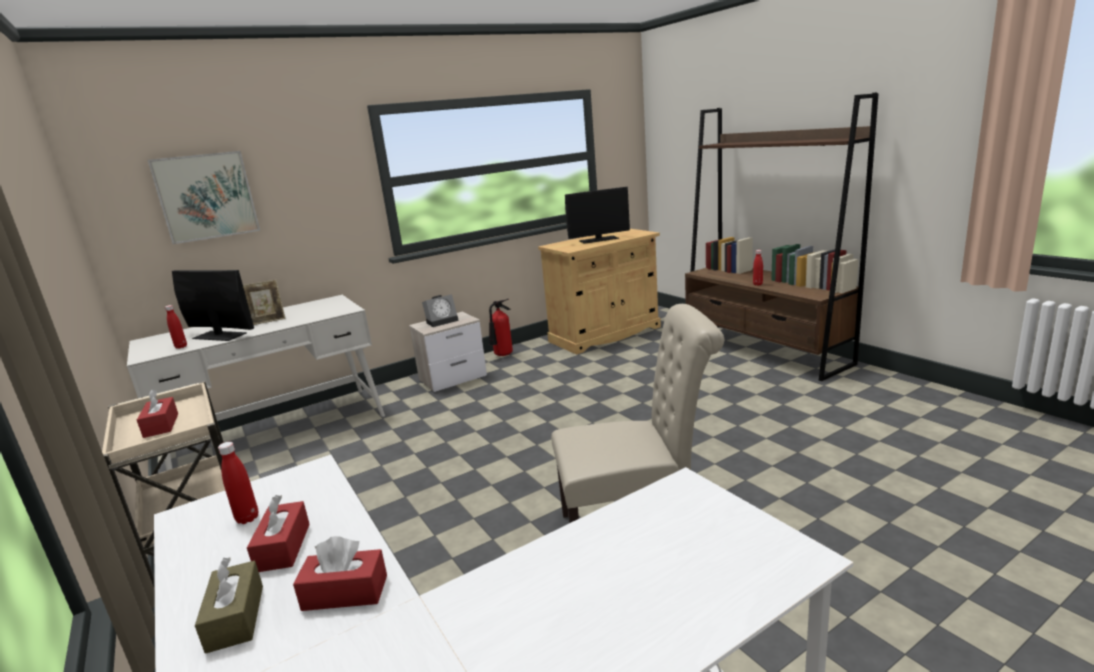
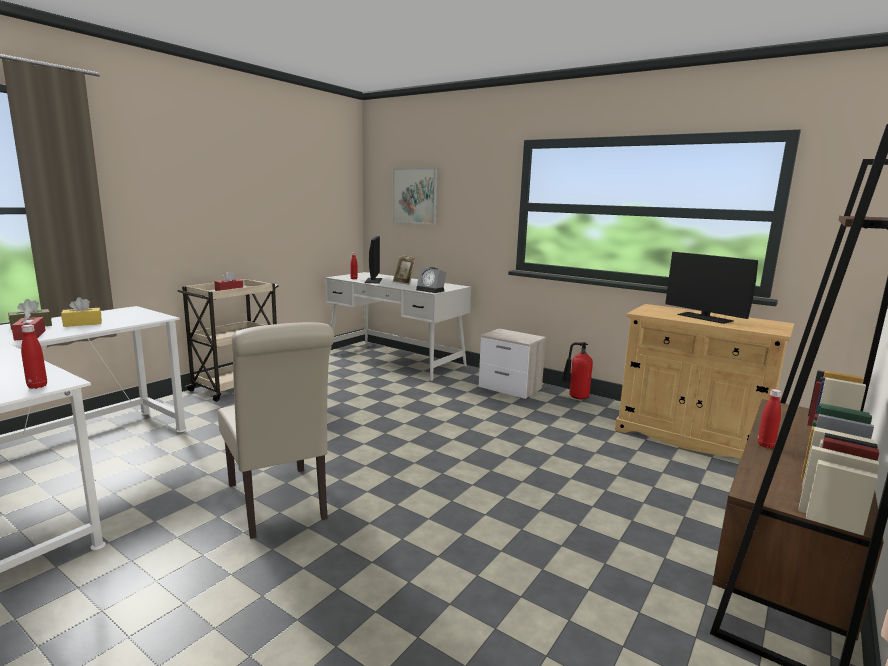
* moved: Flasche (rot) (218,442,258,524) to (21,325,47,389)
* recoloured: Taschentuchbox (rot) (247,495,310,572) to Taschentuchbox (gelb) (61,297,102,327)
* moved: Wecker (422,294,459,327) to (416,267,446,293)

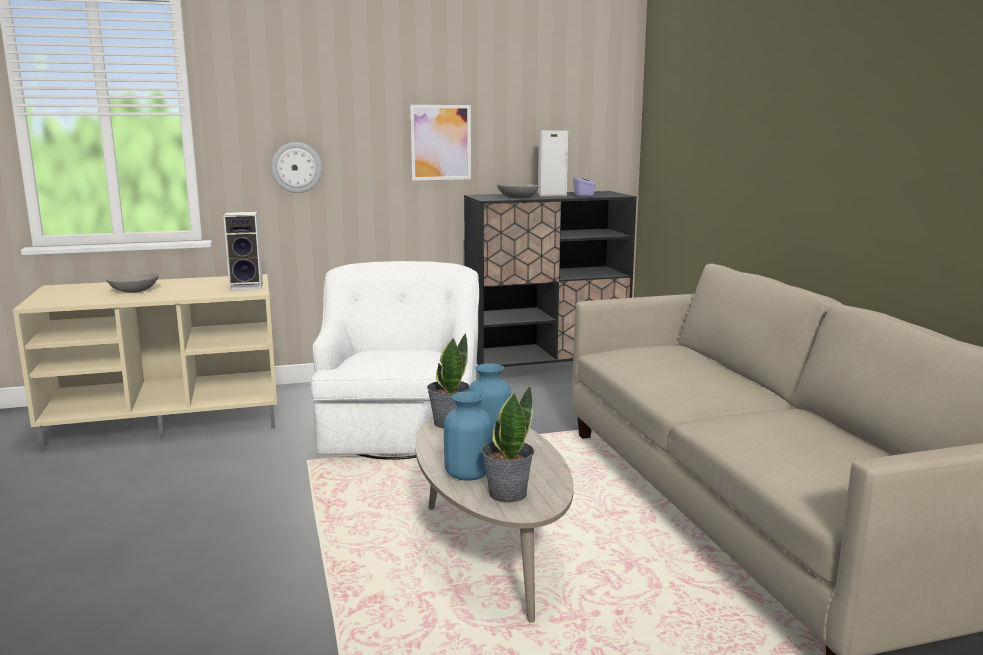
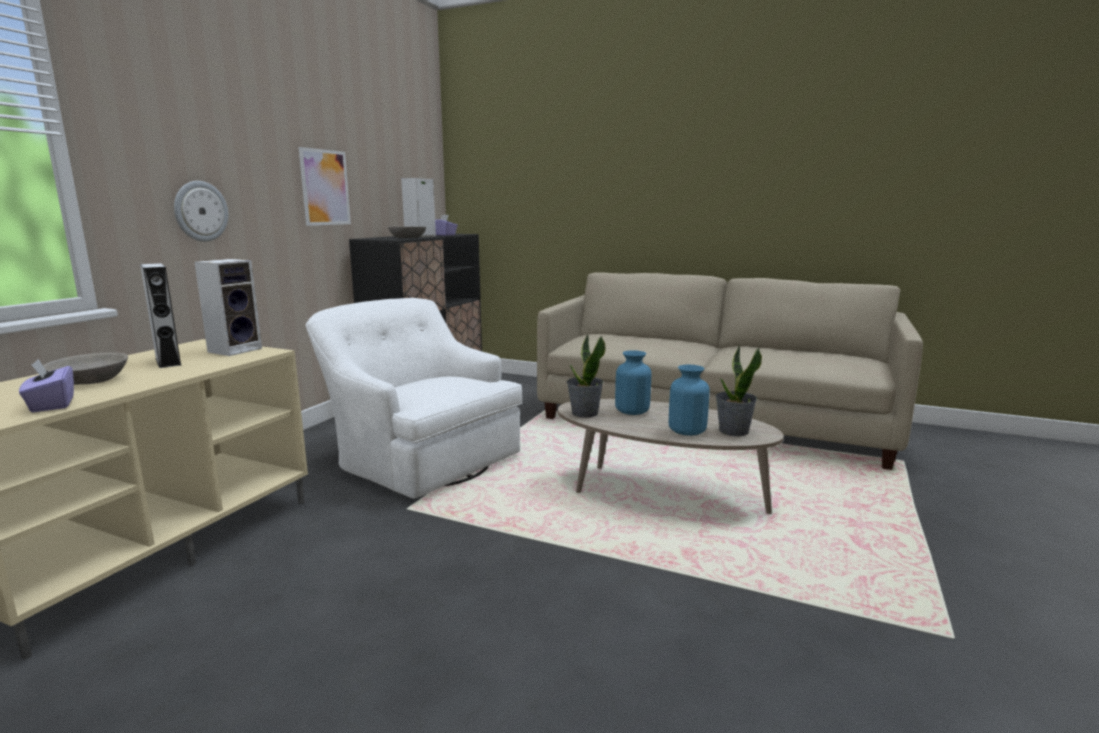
* added: Taschentuchbox (lila) (19,359,74,412)
* added: Lautsprecher (grau) (140,263,181,368)

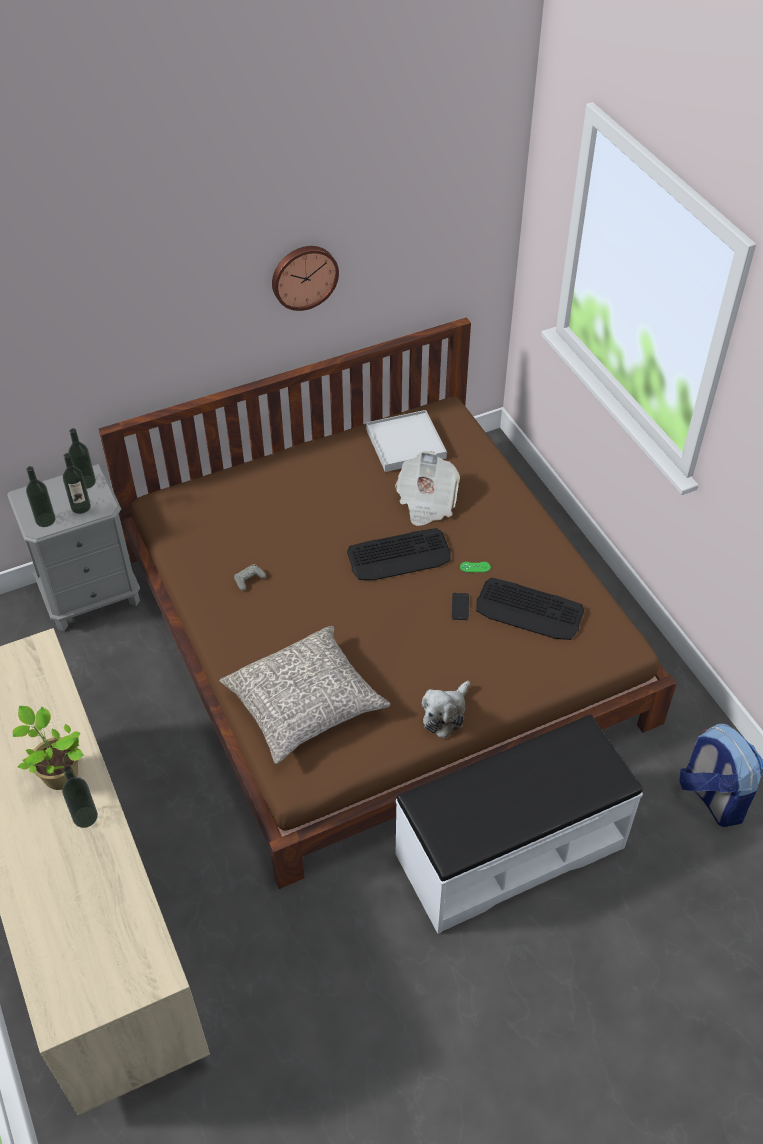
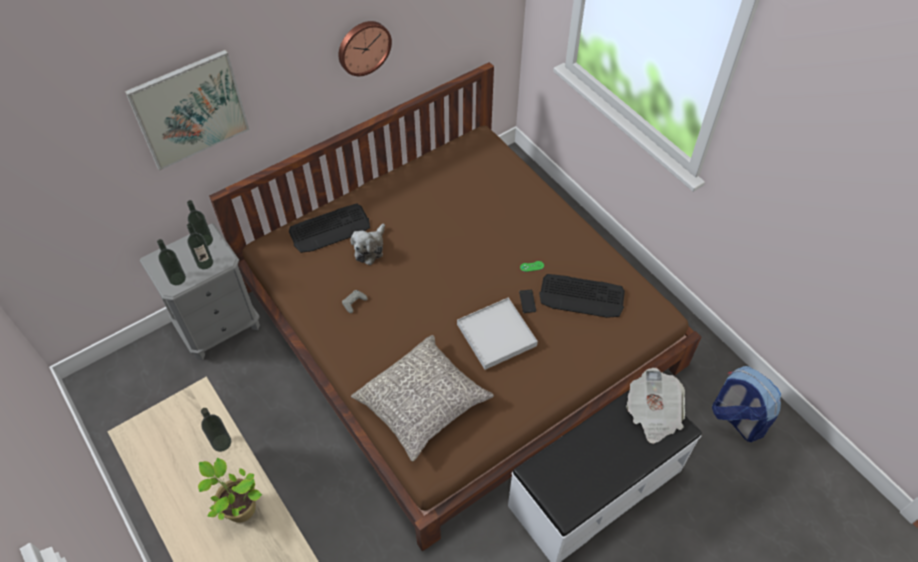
* added: Bild (125,50,249,171)
* moved: Flasche (62,766,98,828) to (201,408,231,452)
* moved: Tastatur (347,528,451,580) to (289,204,370,253)
* moved: Plüschtier (422,681,470,738) to (351,224,385,265)
* moved: Tablett (weiß) (366,410,447,472) to (457,298,538,370)
* moved: Zeitung (395,451,460,526) to (626,368,685,444)

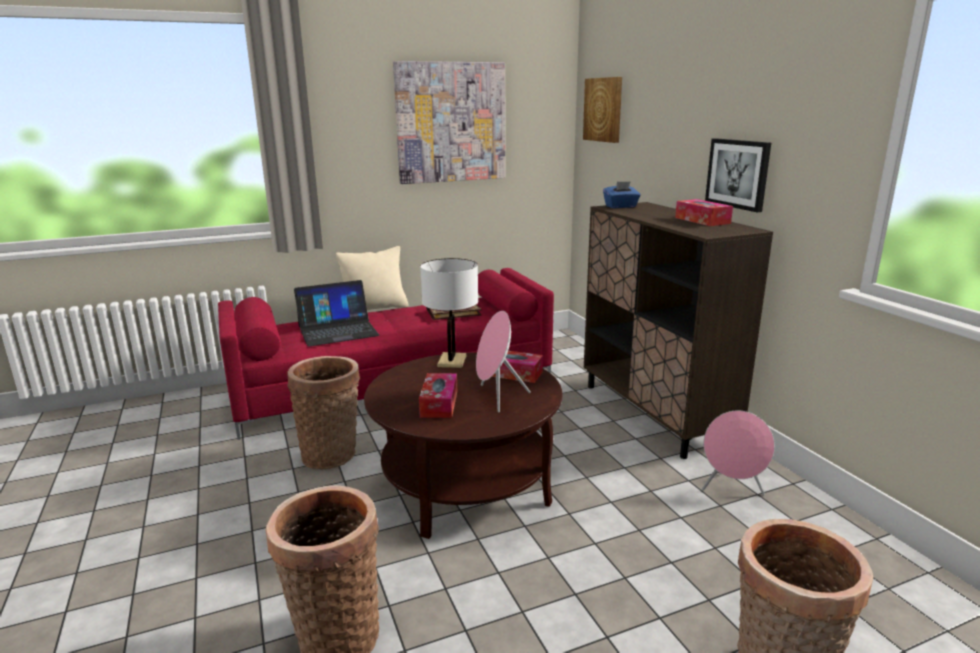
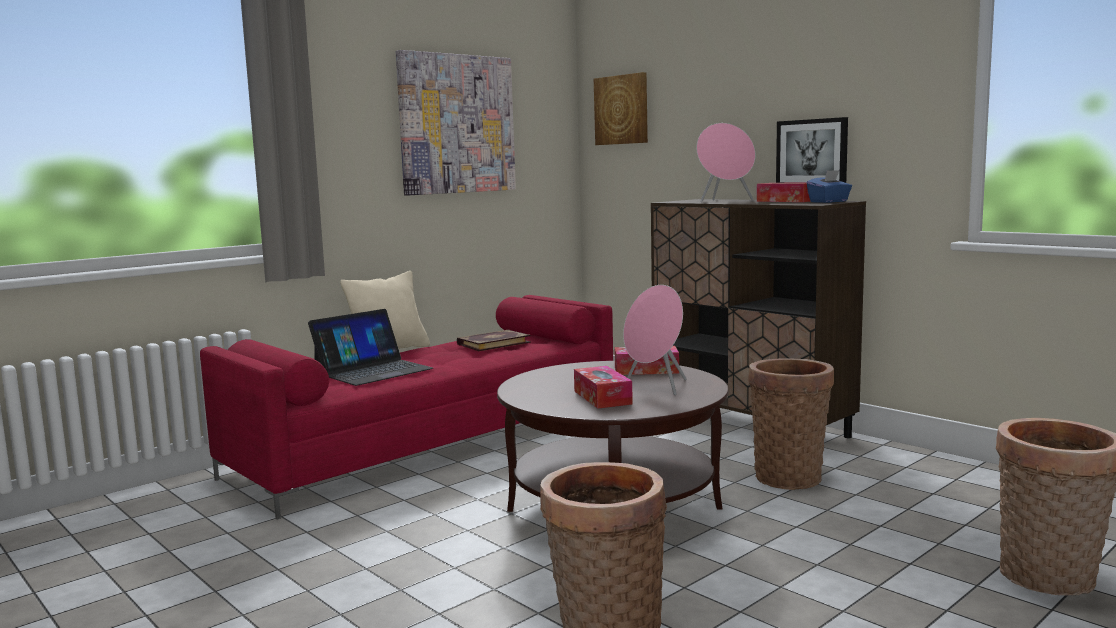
* moved: Lautsprecher (rosa) (701,410,775,496) to (696,123,755,202)
* moved: Korb (287,356,360,469) to (749,358,834,490)
* moved: Taschentuchbox (blau) (603,181,641,208) to (807,170,852,203)
* removed: Tischlampe (weiß) (420,258,478,368)

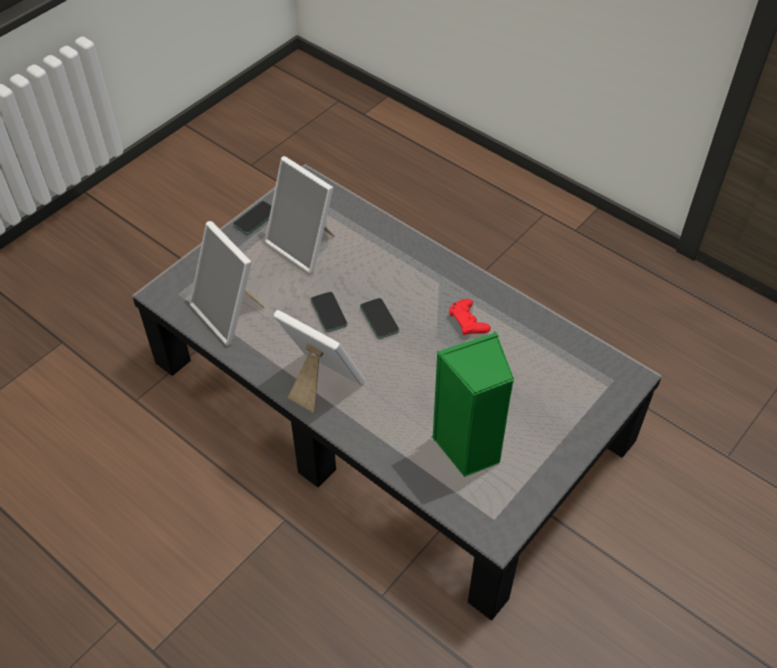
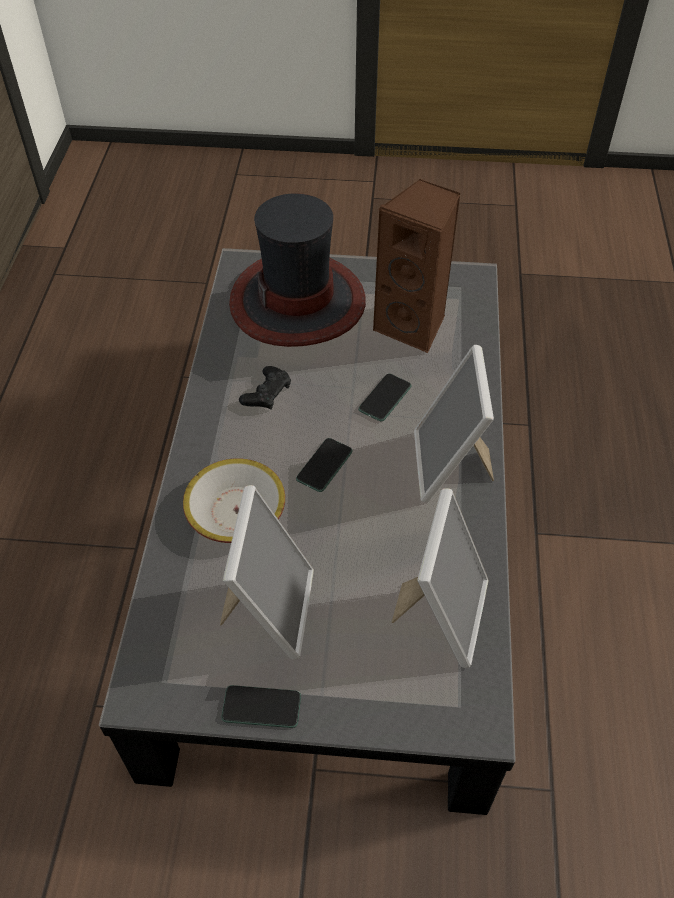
* added: Schüssel (183,458,285,543)
* added: Hut (229,194,366,347)
* recoloured: Gamepad (rot) (449,299,491,335) to Gamepad (schwarz) (239,366,291,410)
* moved: Handy (310,292,348,332) to (358,374,411,422)
* recoloured: Lautsprecher (grün) (432,331,514,477) to Lautsprecher (braun) (373,179,461,353)

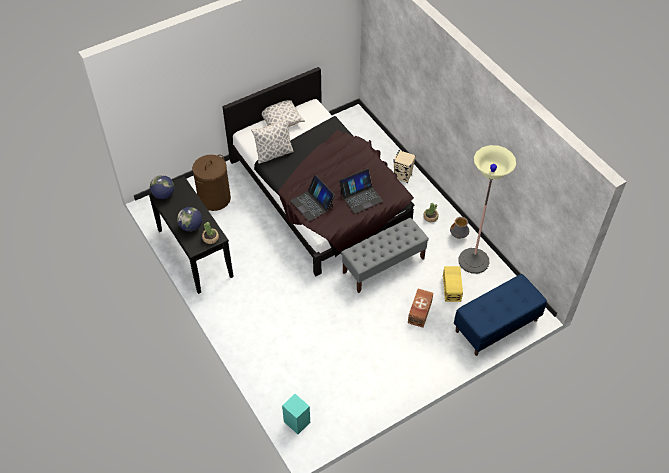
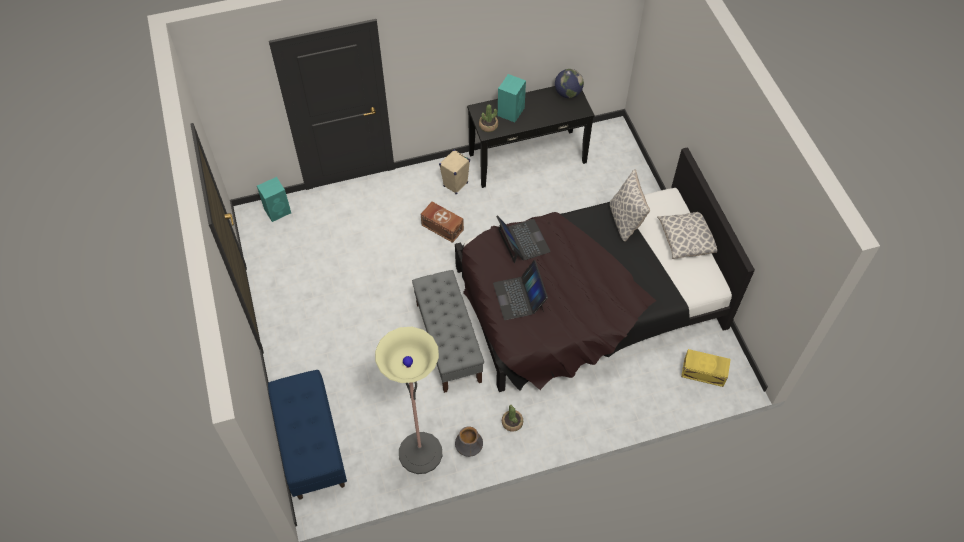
* moved: Aufbewahrungsbox (braun) (408,289,433,328) to (421,202,464,243)
* moved: Lautsprecher (beige) (393,150,416,183) to (439,150,470,195)
* turned: Laptop (290,175,335,221) = (496,215,551,263) 90 degrees clockwise
* replaced: Globus (177,207,202,232) to Lautsprecher (türkis) (498,74,526,122)
* moved: Aufbewahrungsbox (gelb) (443,266,463,302) to (681,349,731,387)
* removed: Wäschekorb (braun) (192,155,231,211)

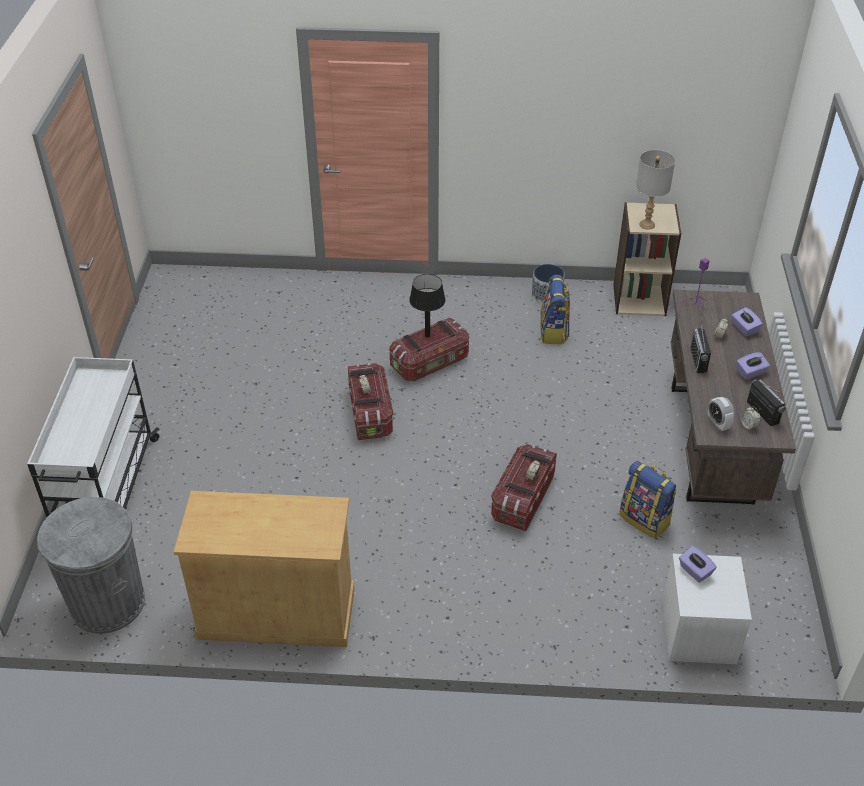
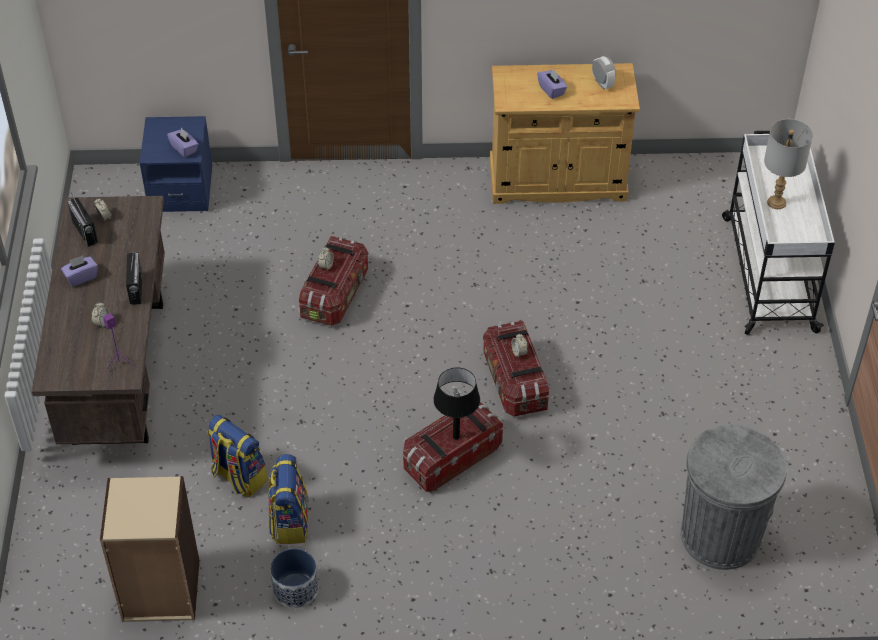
* recoloured: Nachttisch (weiß) (662,554,752,664) to Nachttisch (blau) (140,116,212,212)
* moved: Rucksack (619,461,677,539) to (207,414,268,497)
* moved: Taschentuchbox (lila) (732,307,763,337) to (537,69,567,99)
* moved: Wecker (708,397,735,431) to (592,56,616,89)
* moved: Mülleimer (grau) (37,497,145,634) to (681,424,786,570)
* moved: Tischlampe (grau) (636,150,675,230) to (764,119,813,209)

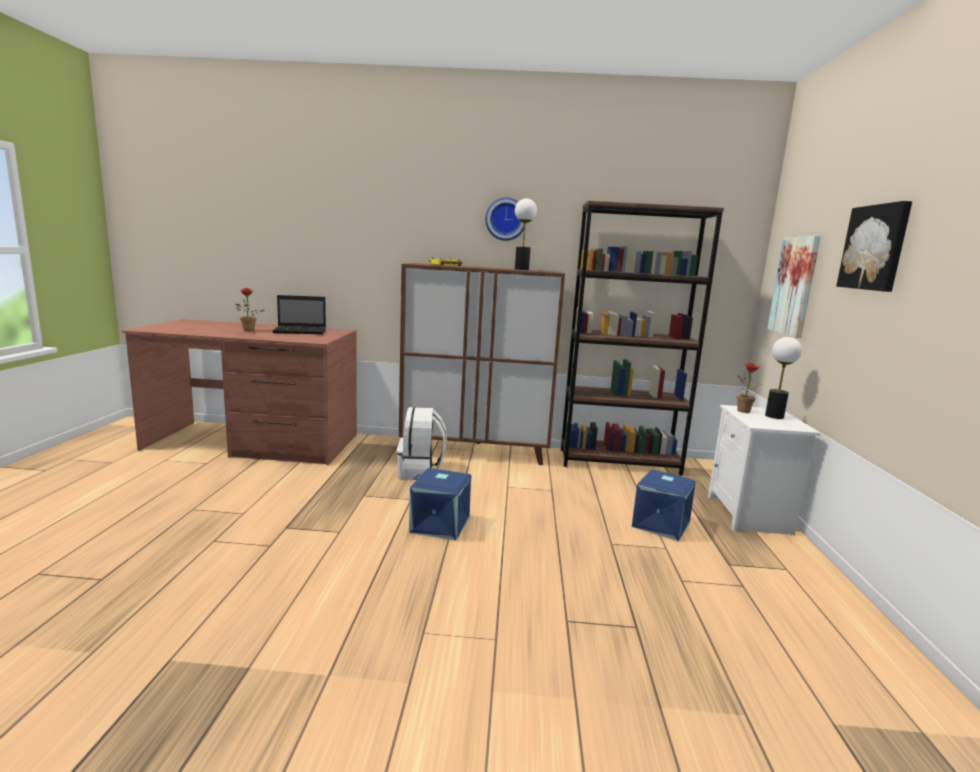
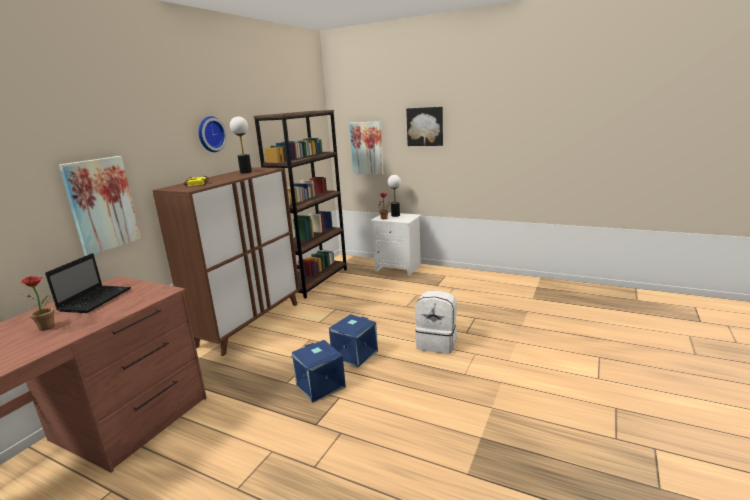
* added: Bild (59,156,141,256)
* moved: Aufbewahrungsbox (blau) (632,470,696,541) to (292,340,346,403)
* moved: Rucksack (weiß) (397,407,447,479) to (415,290,457,354)

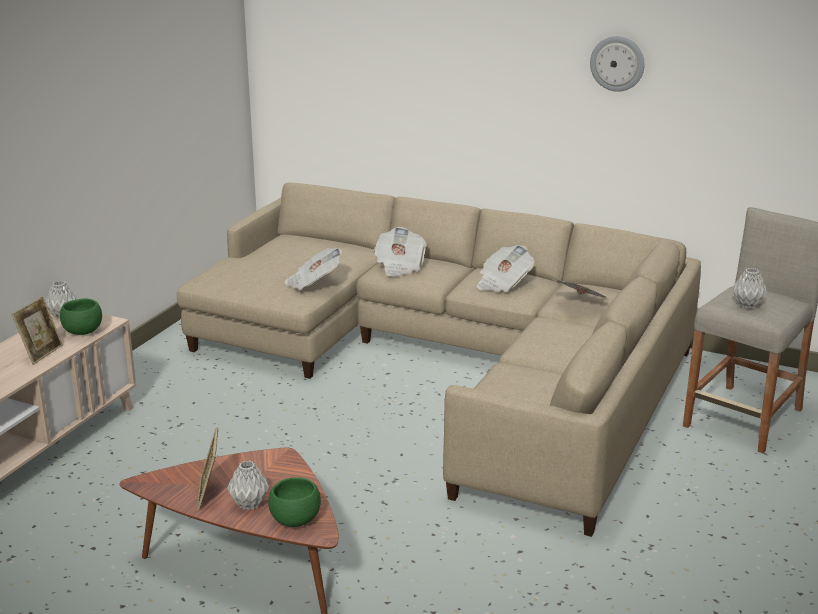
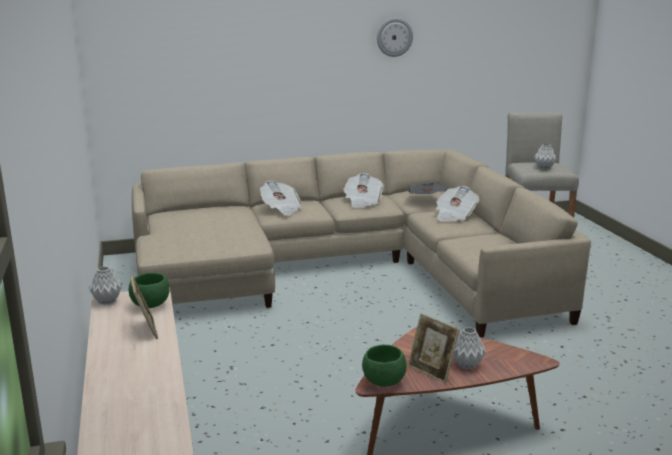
* moved: Schüssel (grün) (268,477,321,527) to (362,344,406,386)
* moved: Zeitung (284,248,343,290) to (436,186,480,222)

